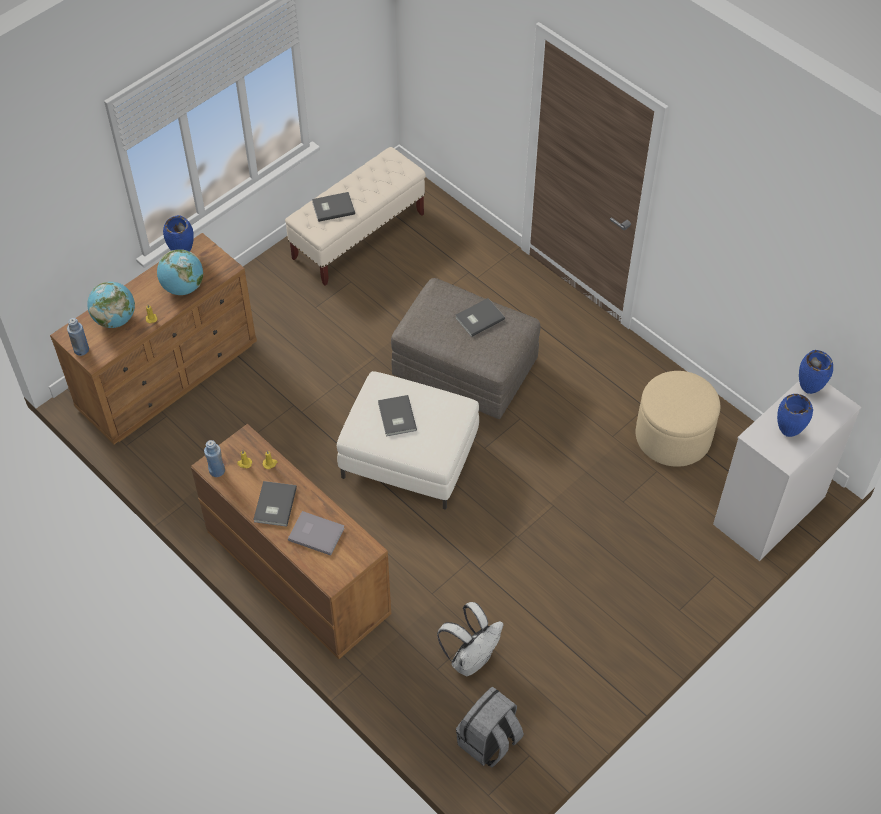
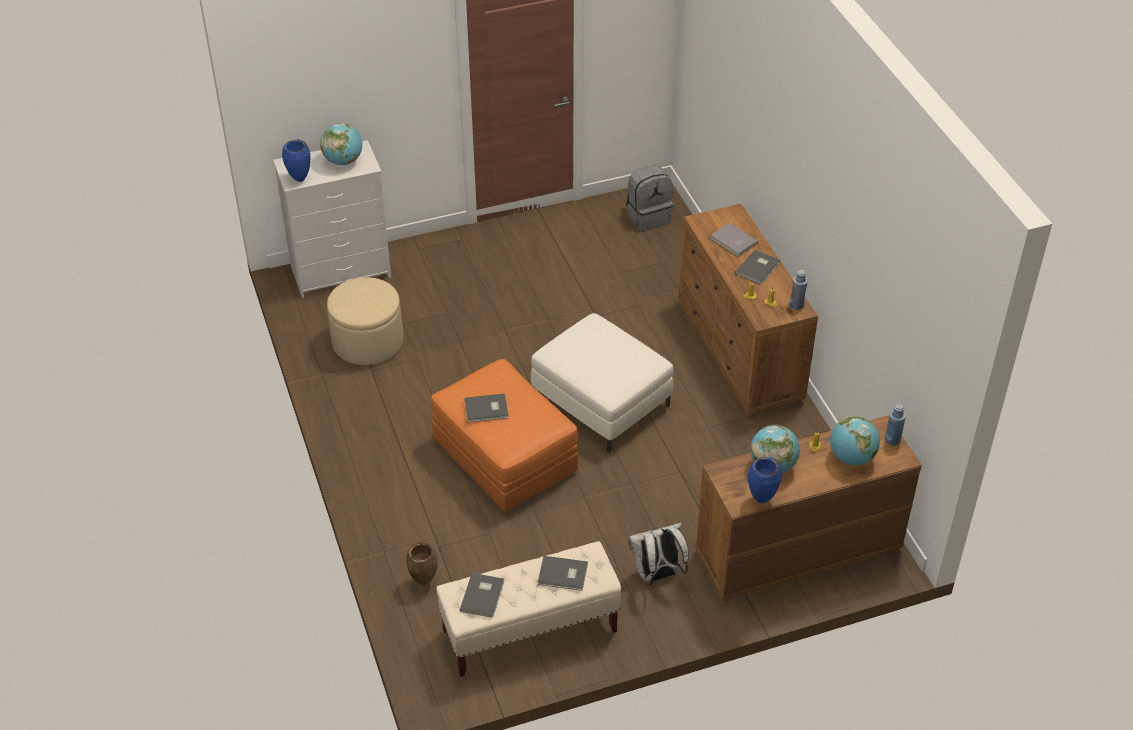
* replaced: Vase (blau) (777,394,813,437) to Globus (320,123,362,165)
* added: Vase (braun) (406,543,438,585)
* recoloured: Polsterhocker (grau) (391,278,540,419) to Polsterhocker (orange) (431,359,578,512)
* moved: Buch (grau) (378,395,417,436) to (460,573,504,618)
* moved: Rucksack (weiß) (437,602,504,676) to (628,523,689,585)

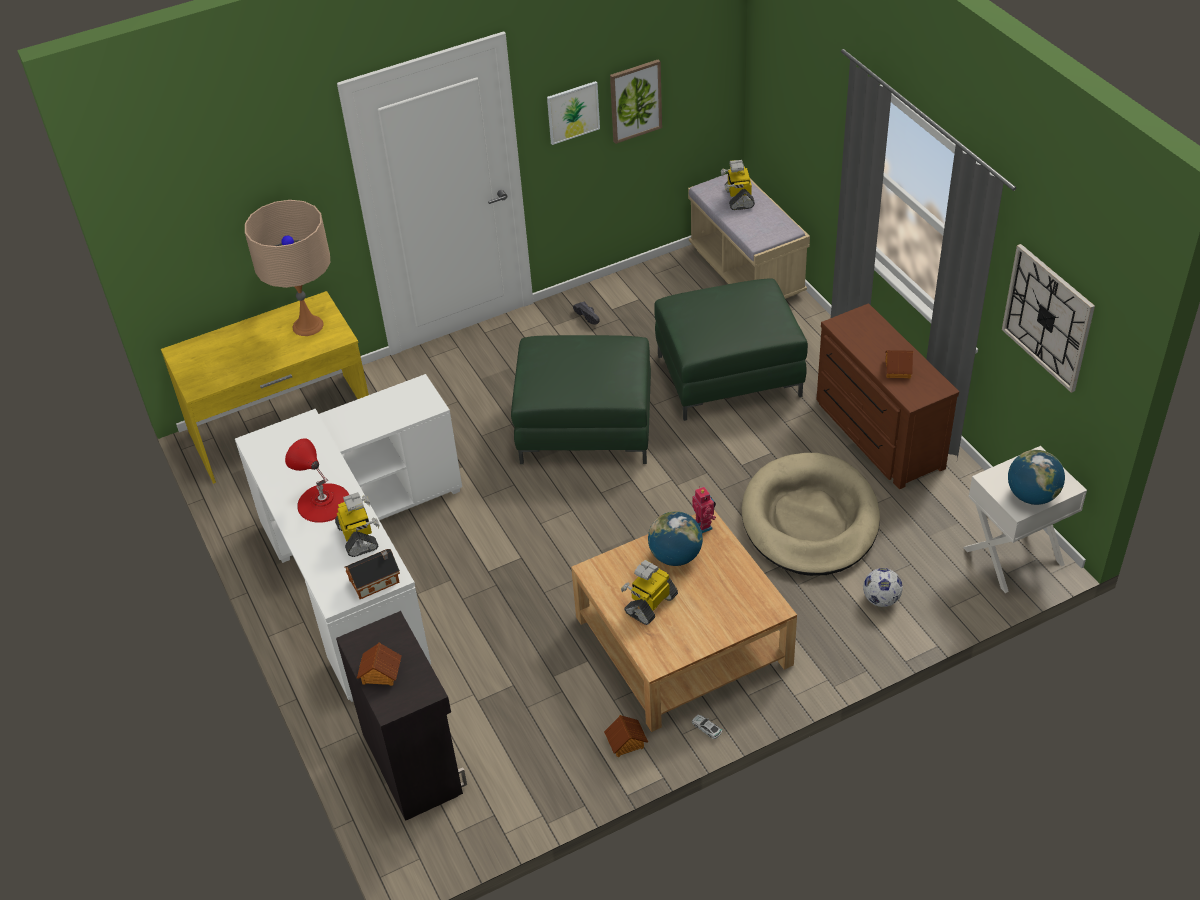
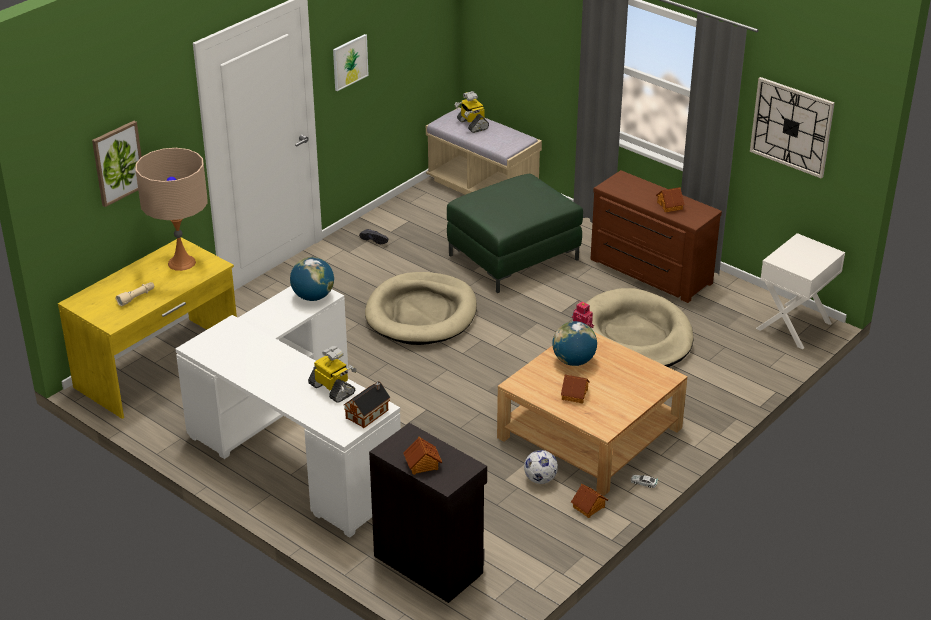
* moved: Bild (610,59,662,144) to (92,121,142,207)
* added: Taschenlampe (beige) (116,282,154,306)
* moved: Globus (1008,450,1065,505) to (290,257,334,301)
* replaced: Polsterhocker (grün) (511,335,651,464) to Hundebett (beige) (365,272,477,345)
* moved: Fußball (863,568,903,607) to (524,450,558,484)
* replaced: Spielzeugroboter (621,560,678,625) to Spielzeughaus (561,374,590,403)
* removed: Tischlampe (rot) (285,438,349,523)

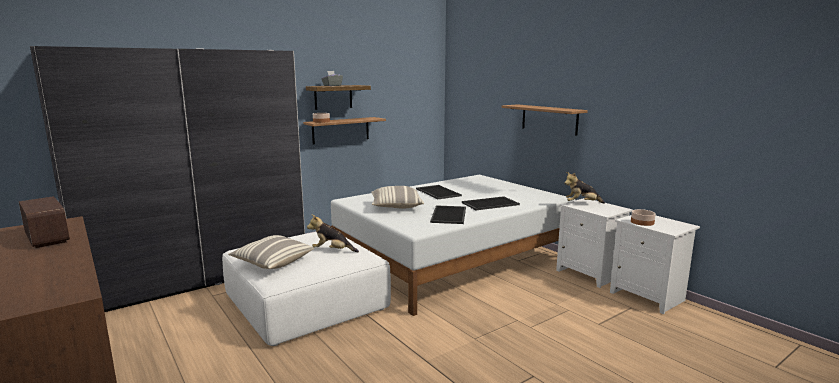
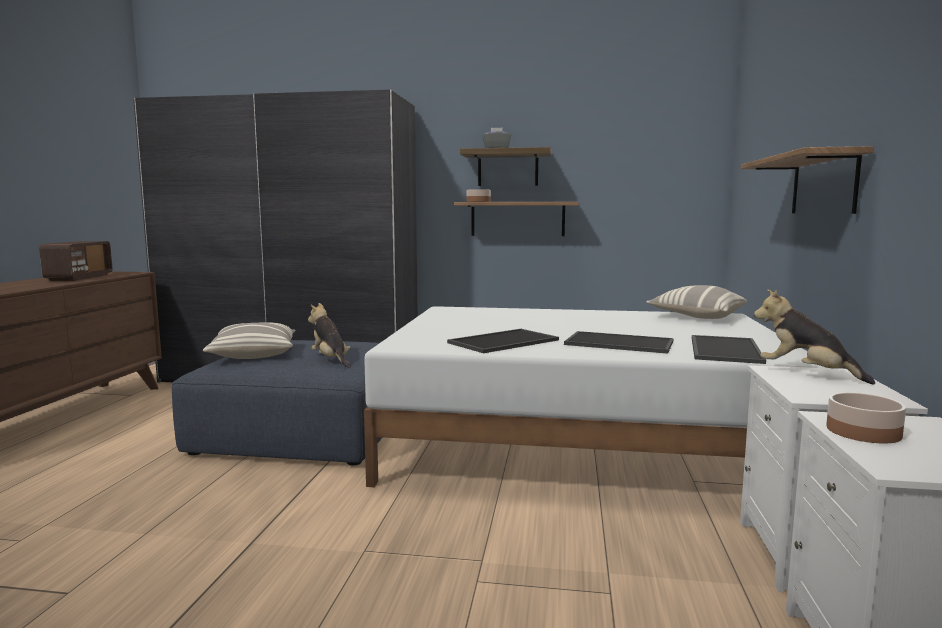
* recoloured: Polsterhocker (weiß) (222,232,391,346) to Polsterhocker (blau) (172,340,383,465)
* moved: Kissen (371,186,424,208) to (647,285,747,319)
* moved: Tablett (416,185,462,199) to (692,335,766,364)

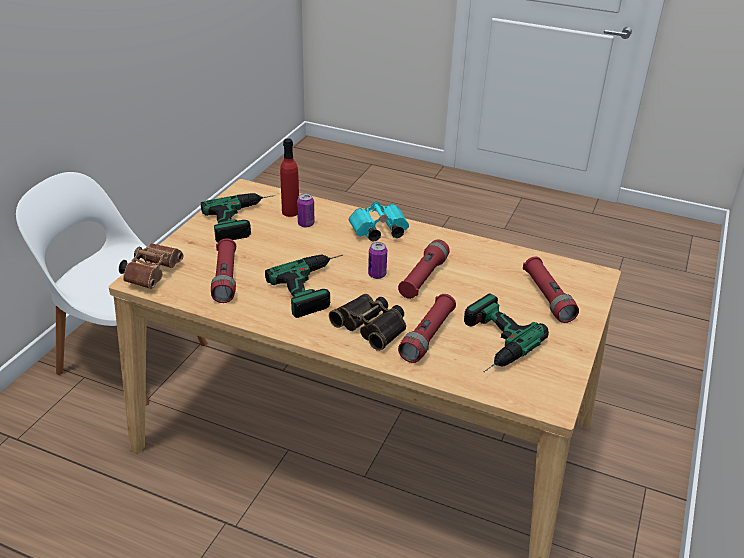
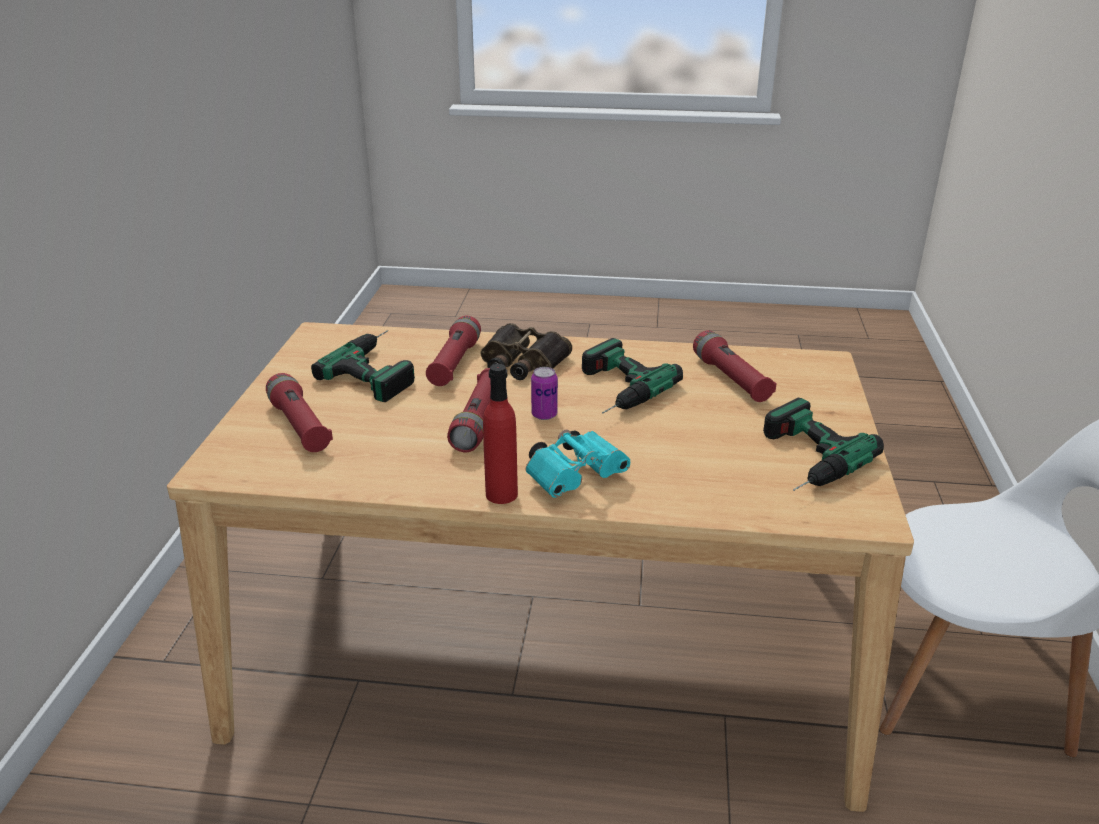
* moved: Flasche (rot) (280,139,299,217) to (483,364,518,504)
* removed: Fernglas (braun) (119,243,183,289)
* removed: Dose (297,193,314,227)

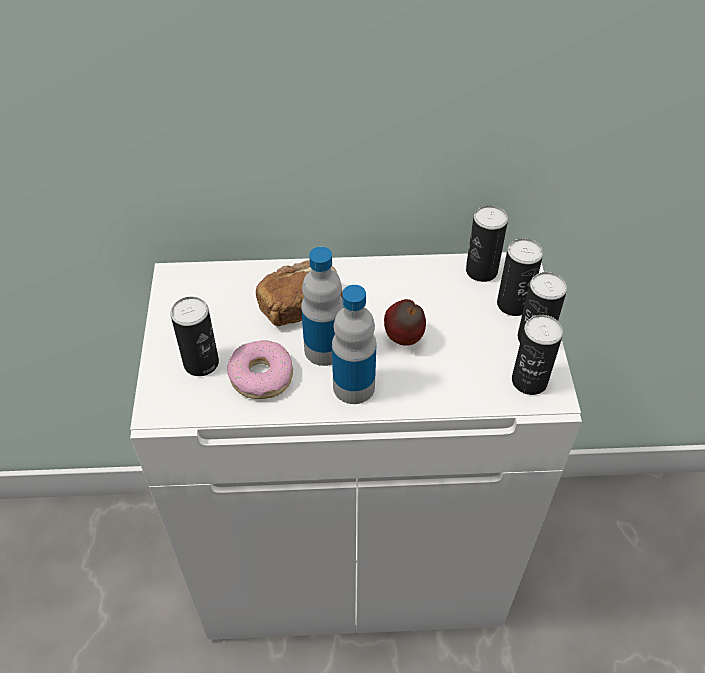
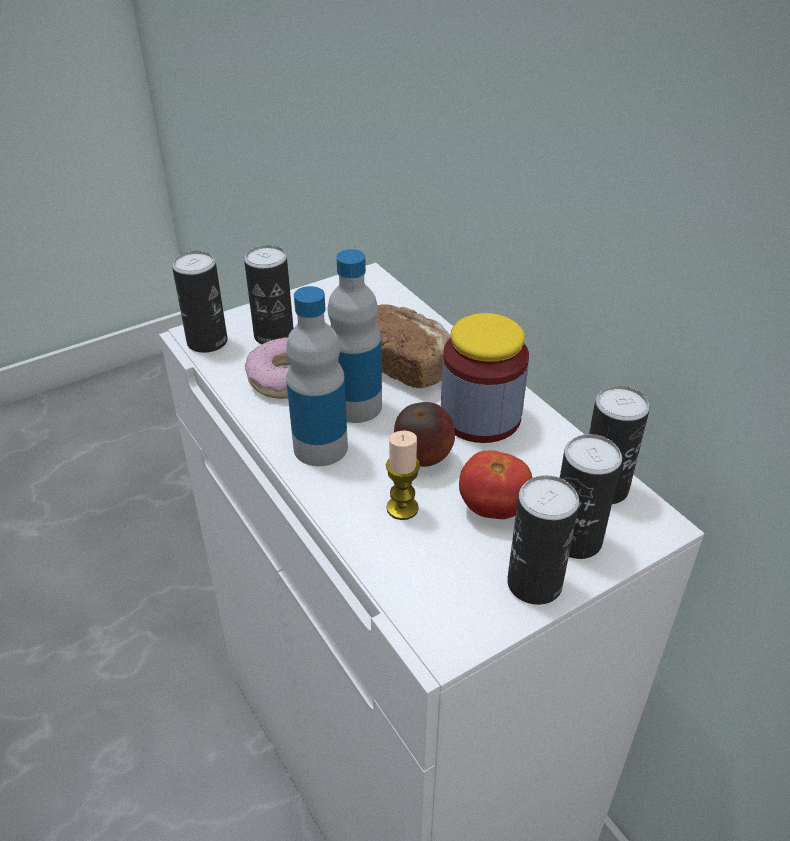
* moved: Dose (512,315,563,395) to (172,251,227,353)
* added: Kerze (386,431,420,520)
* added: Vorratsglas (441,313,529,443)
* added: Tomate (459,450,532,519)

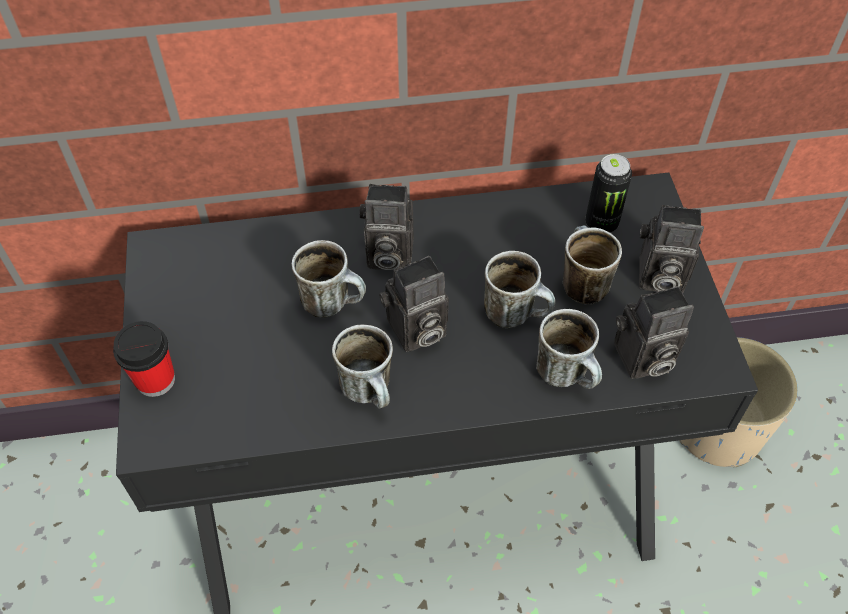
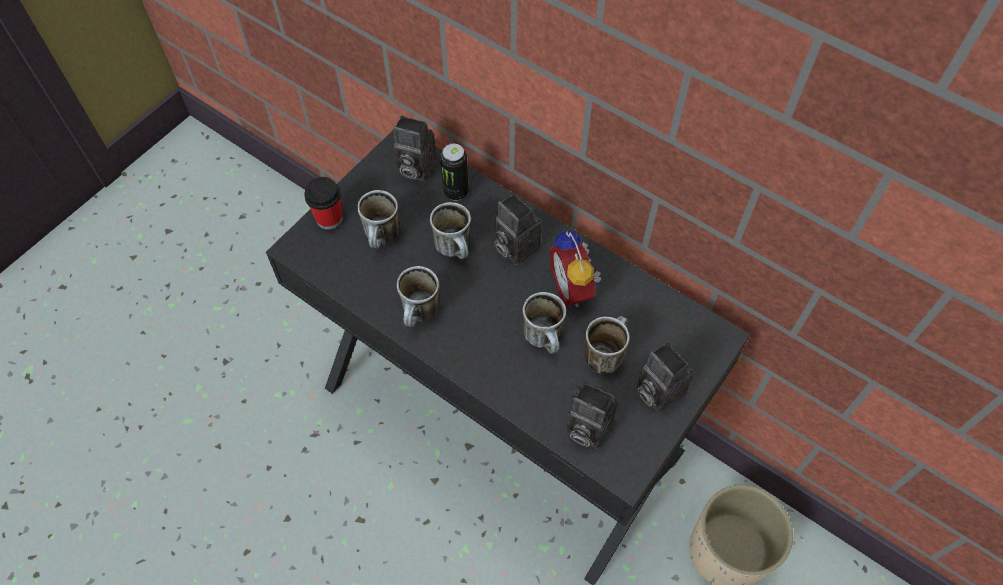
* moved: Henkelbecher (536,309,602,389) to (357,190,399,249)
* moved: Kamera (379,256,449,352) to (393,116,437,182)
* moved: Dose (585,154,632,233) to (440,144,469,201)
* added: Wecker (549,231,602,307)

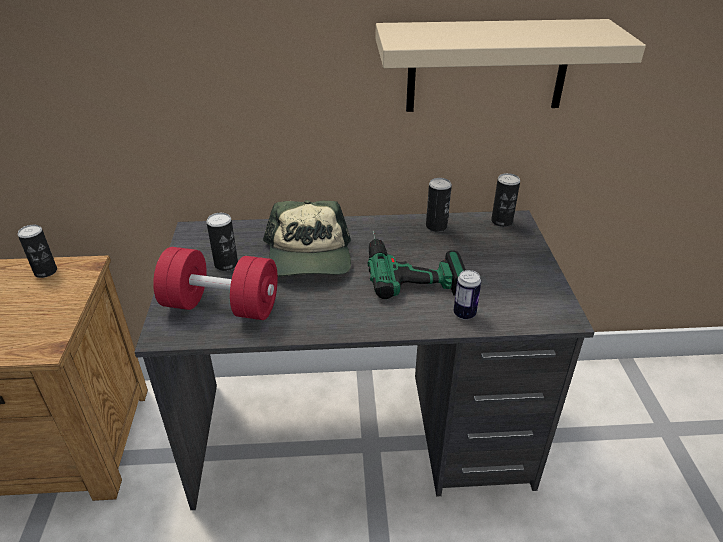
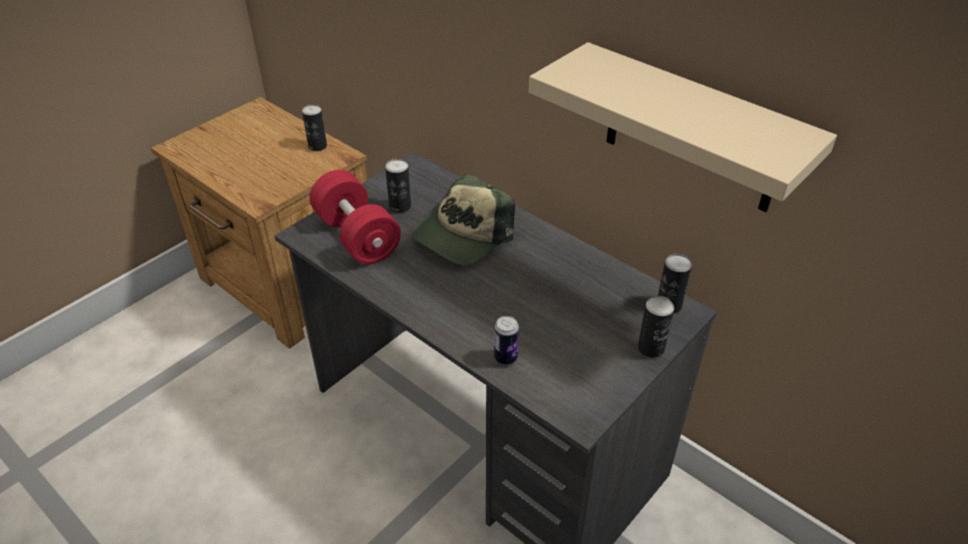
* moved: Dose (426,178,452,232) to (638,296,674,358)
* removed: Bohrmaschine (368,230,466,299)

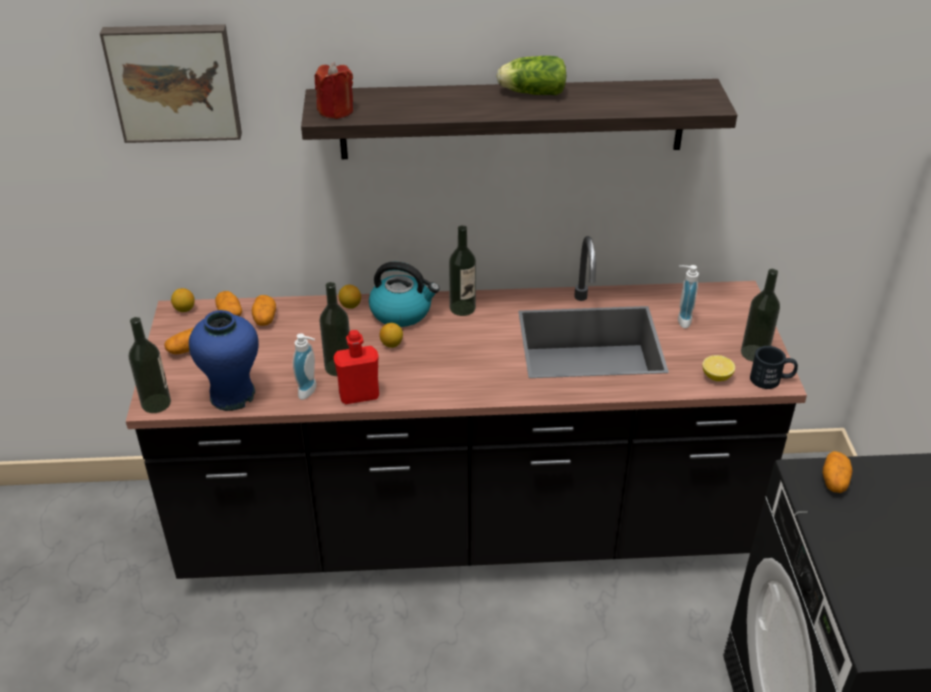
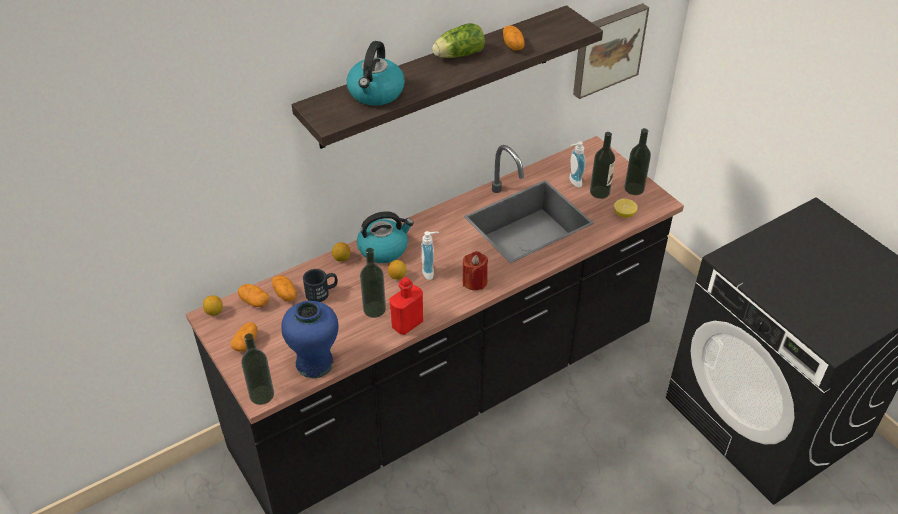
* moved: Henkelbecher (schwarz) (750,346,798,389) to (303,269,338,302)
* added: Wasserkessel (347,41,405,106)
* moved: Seifenspender (293,333,317,400) to (421,231,439,280)
* moved: Kerze (rot) (315,62,353,119) to (463,251,488,290)
* moved: Kartoffel (823,451,853,493) to (503,25,525,50)
* moved: Bild (100,24,242,143) to (573,3,649,99)
* moved: Flasche (449,225,476,316) to (590,132,615,199)

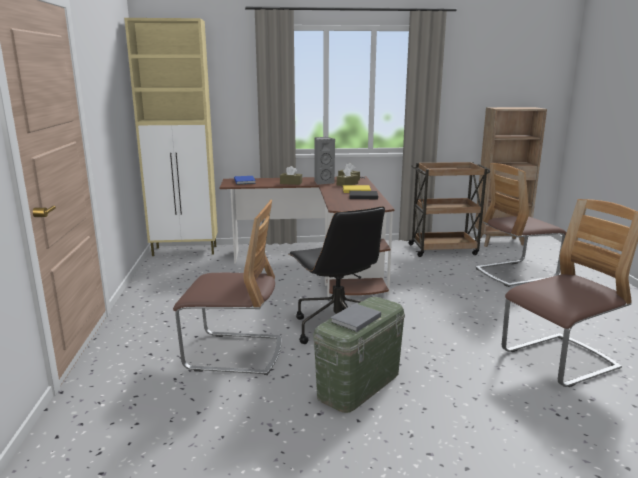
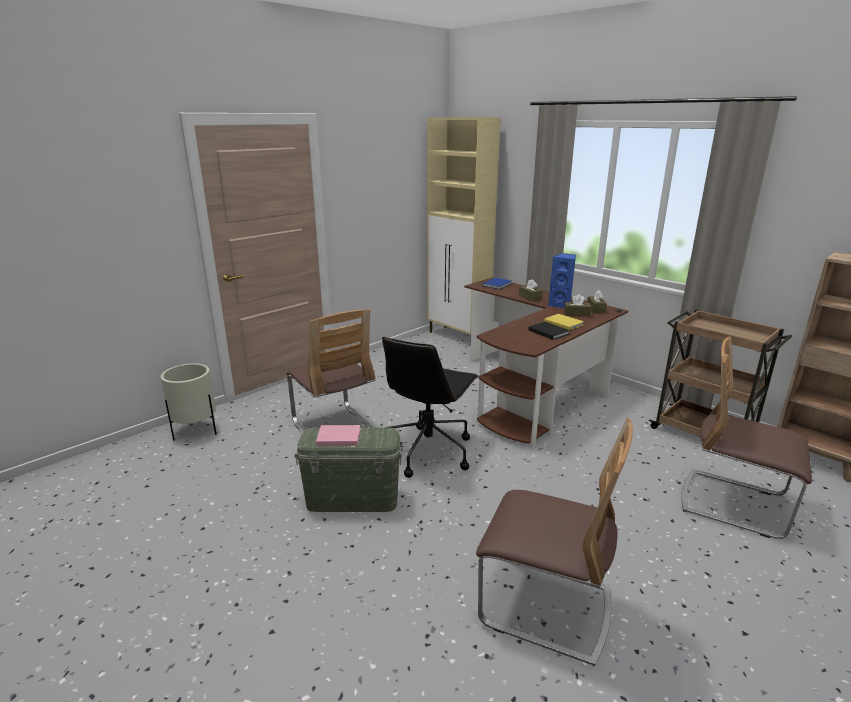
* added: Pflanzkübel (beige) (161,363,217,441)
* recoloured: Buch (grau) (330,303,381,332) to Buch (rosa) (316,425,360,446)
* recoloured: Lautsprecher (grau) (315,137,335,185) to Lautsprecher (blau) (548,253,576,308)

